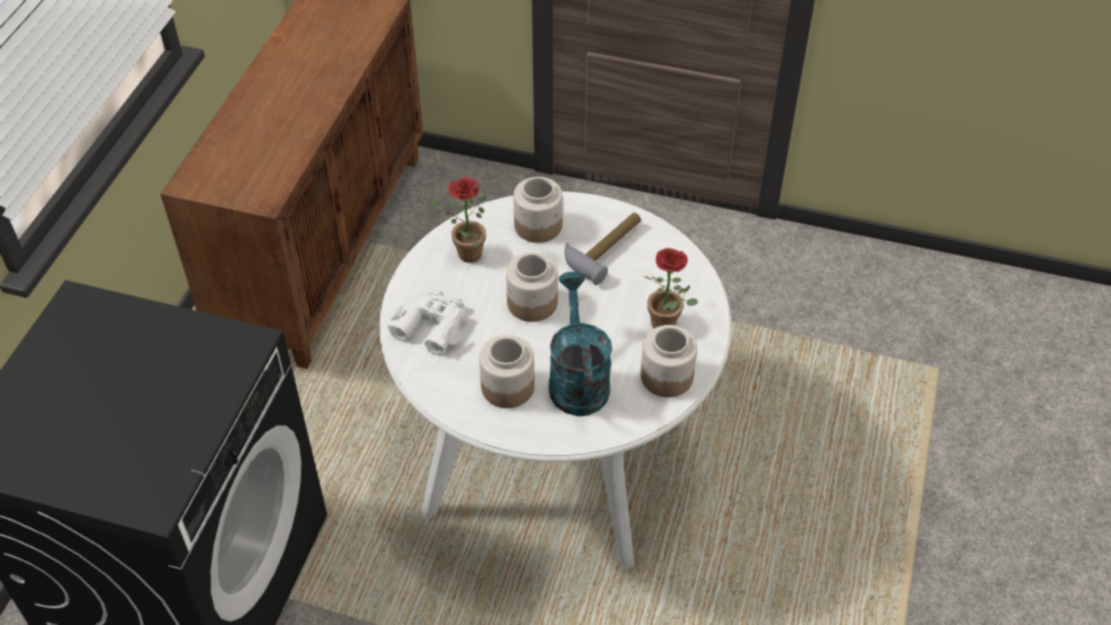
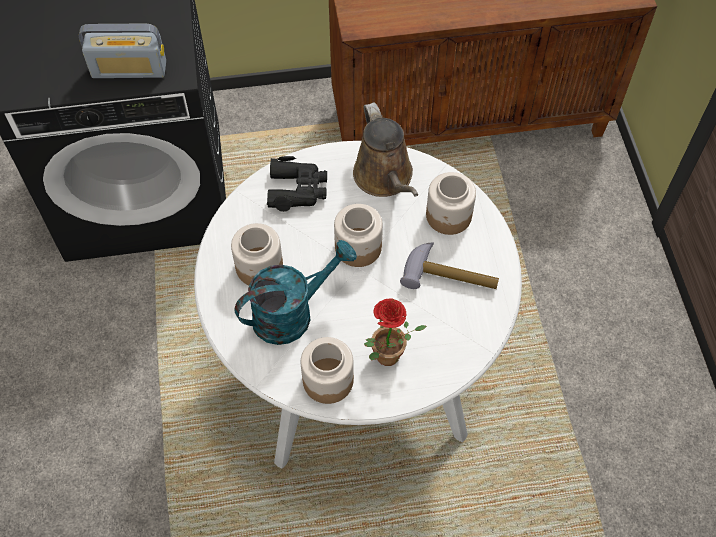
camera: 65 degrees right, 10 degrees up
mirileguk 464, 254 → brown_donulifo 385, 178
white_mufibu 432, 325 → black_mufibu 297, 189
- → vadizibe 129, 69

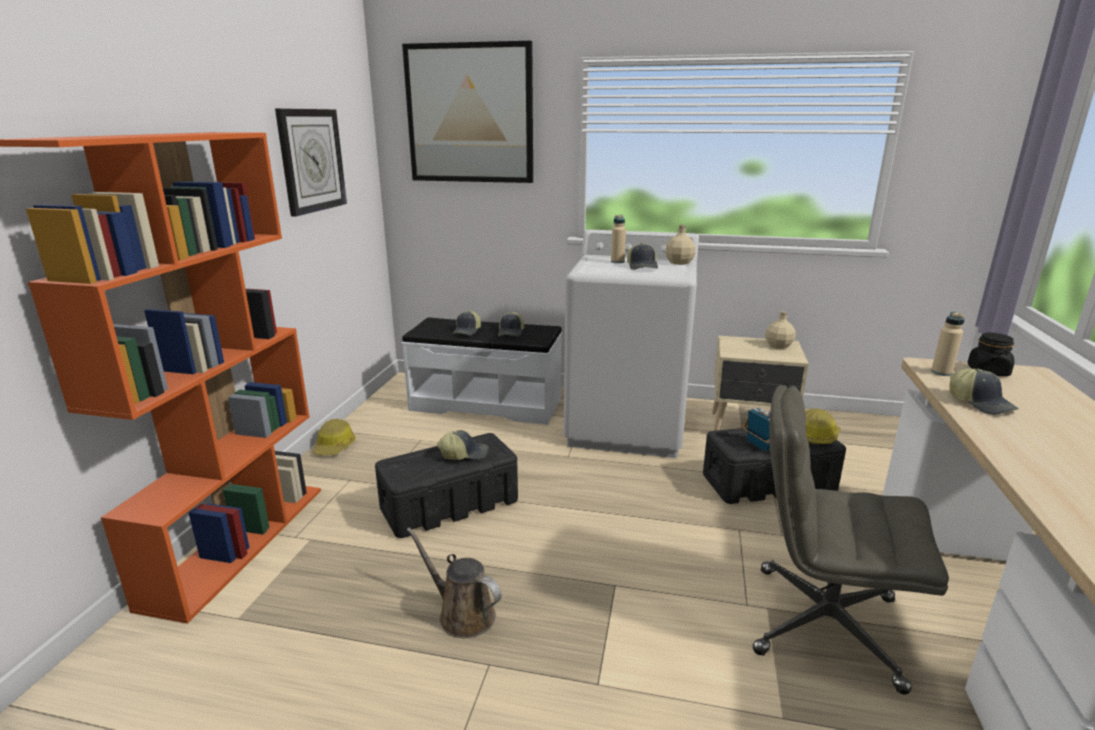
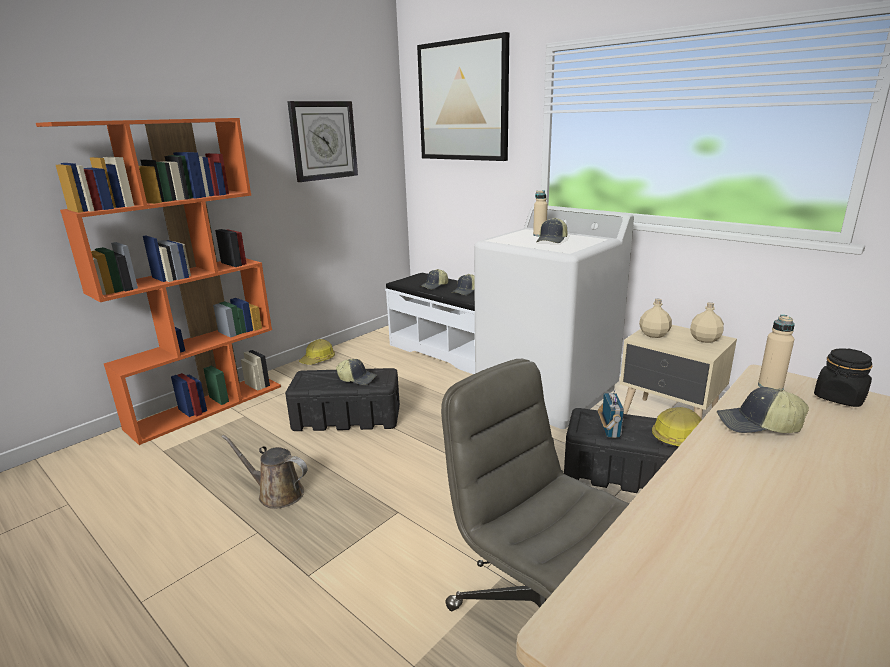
camera: 30 degrees right, 0 degrees up
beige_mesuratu 679, 262 → beige_mesuratu 654, 334, relocated
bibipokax 981, 403 → bibipokax 758, 425, 90 degrees clockwise
brown_donulifo 462, 614 → brown_donulifo 277, 493, 45 degrees counterclockwise

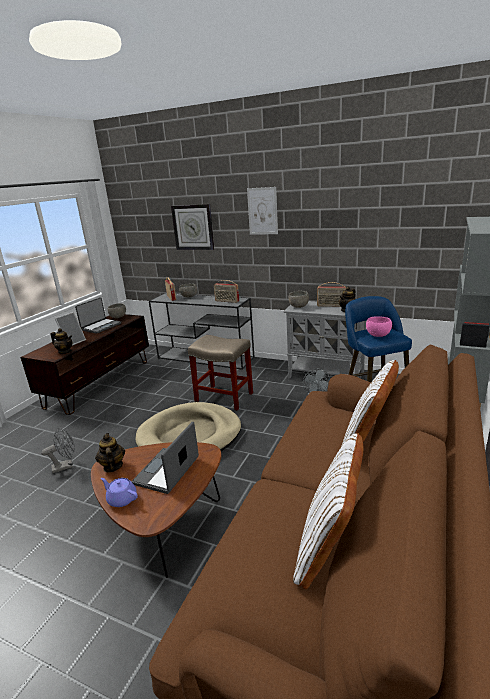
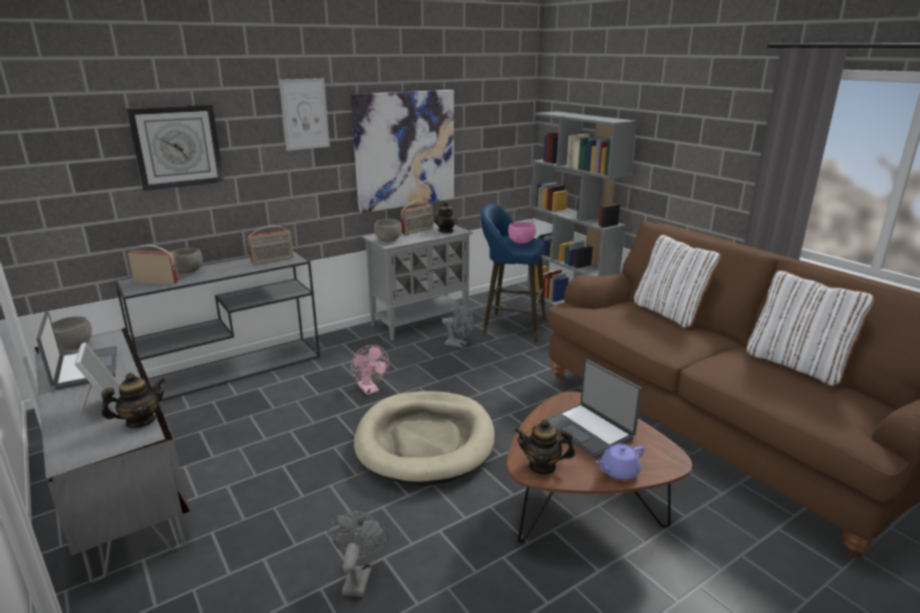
camera: 60 degrees left, 0 degrees up
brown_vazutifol 100, 383 → grey_vazutifol 121, 485
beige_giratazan 225, 397 → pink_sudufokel 370, 390
- → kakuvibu 405, 150

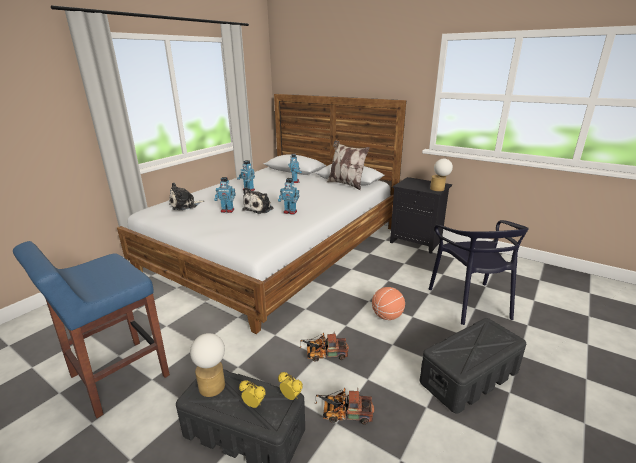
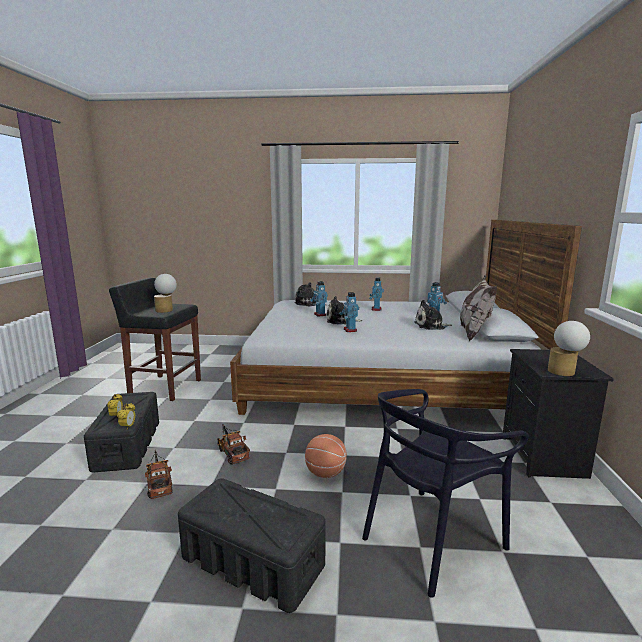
camera: 60 degrees right, 10 degrees down
blue_giratazan 118, 376 → black_giratazan 164, 388
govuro 213, 383 → govuro 167, 310, relocated
- → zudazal 431, 326

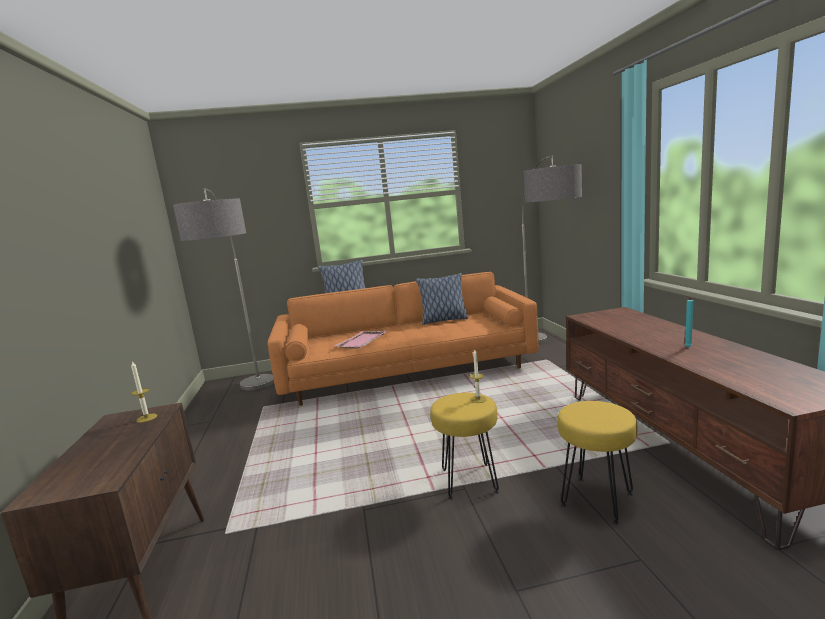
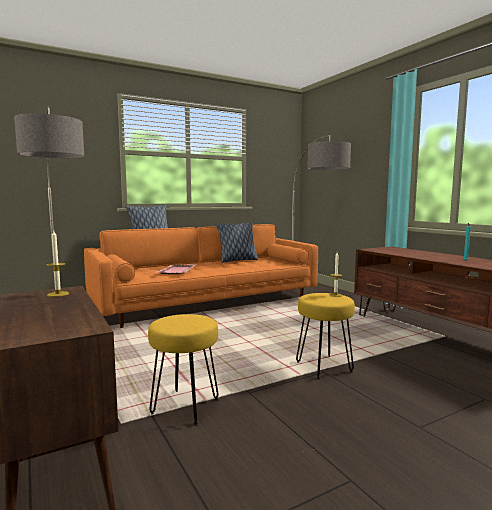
camera: 20 degrees left, 5 degrees down
yellow_giratazan 596, 499 → yellow_giratazan 185, 406, relocated

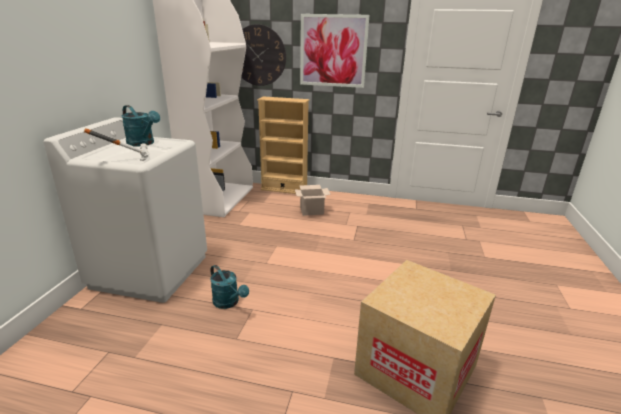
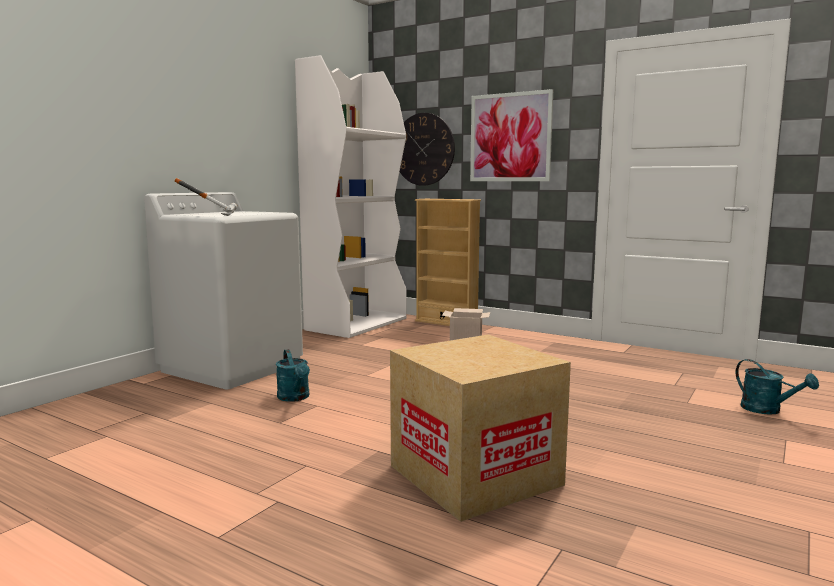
camera: 20 degrees right, 15 degrees down
turquoise_donulifo 143, 143 → turquoise_donulifo 767, 410, relocated

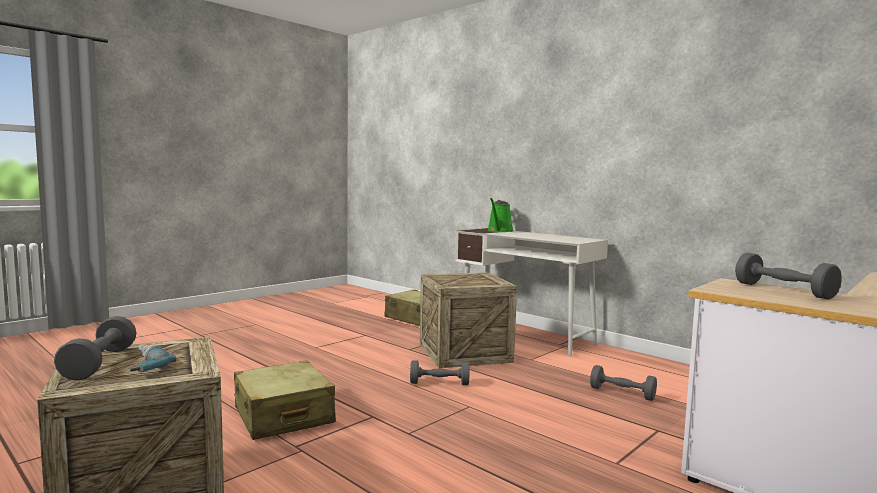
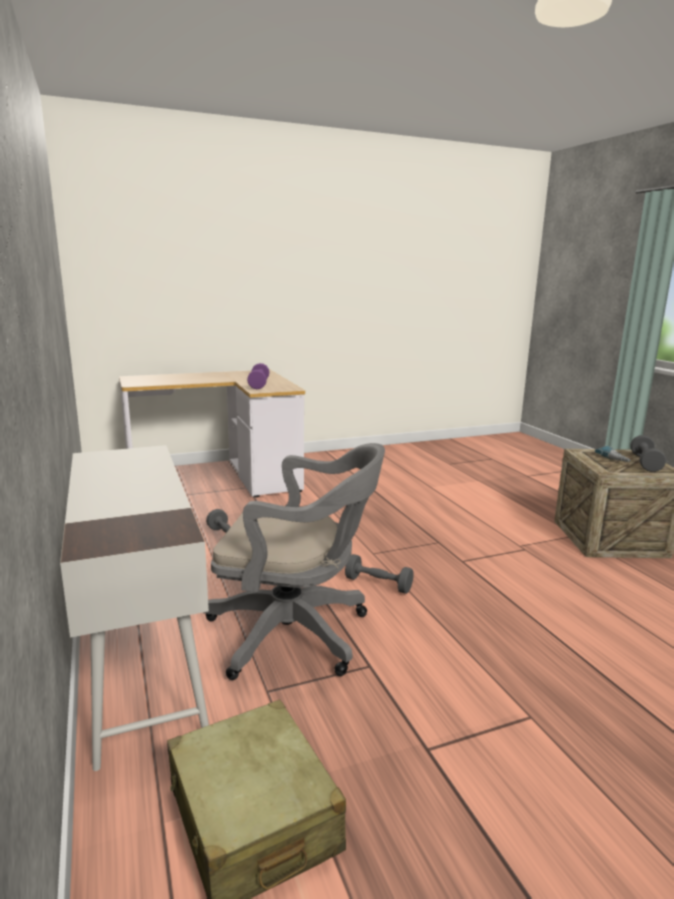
camera: 155 degrees left, 10 degrees up
green_donulifo 499, 231 → -
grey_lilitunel 783, 291 → purple_lilitunel 259, 384
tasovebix 464, 353 → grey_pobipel 296, 634
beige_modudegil 283, 416 → -

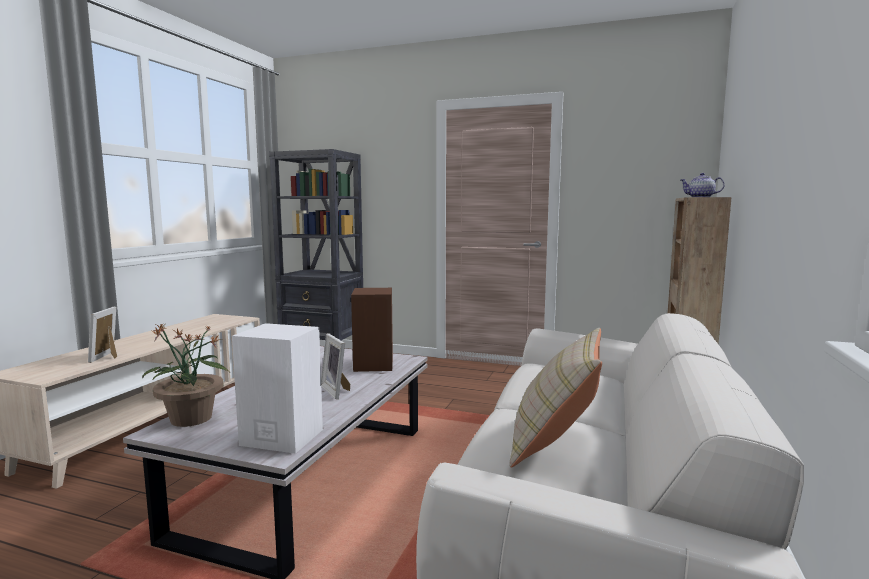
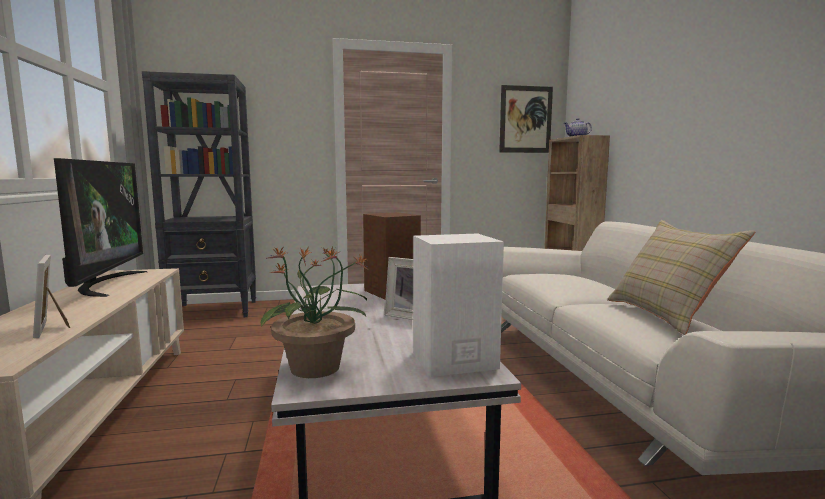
camera: 30 degrees left, 0 degrees up
- → kakuvibu 525, 119
- → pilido 105, 284

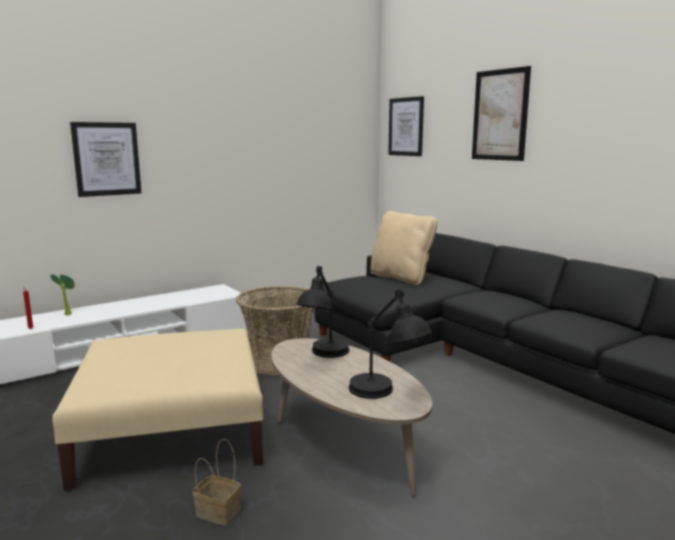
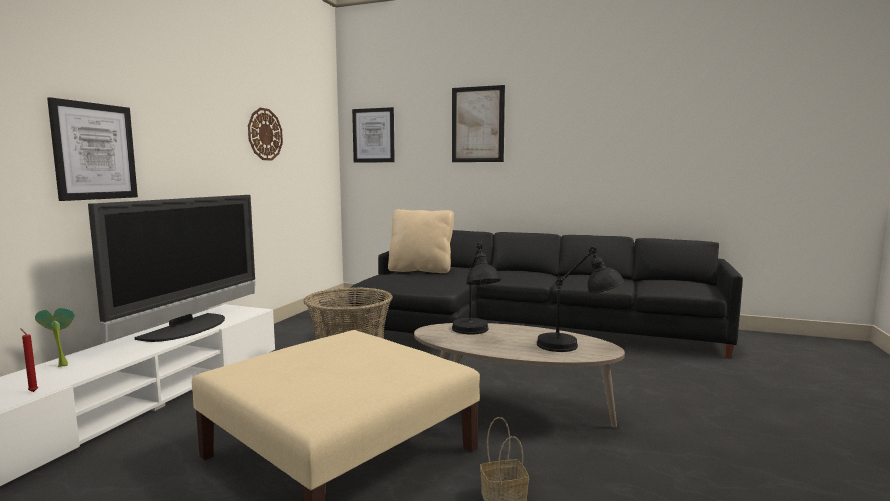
camera: 35 degrees left, 5 degrees down
- → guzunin 265, 134
- → pilido 188, 328

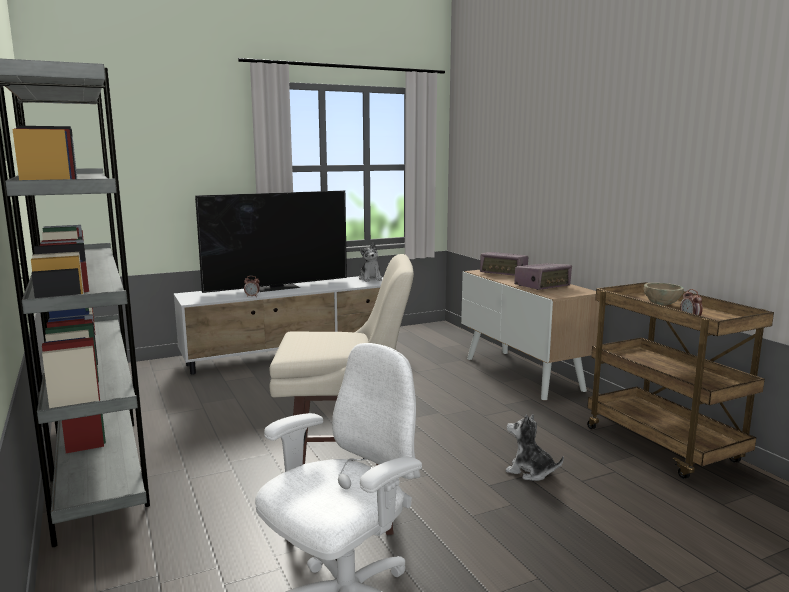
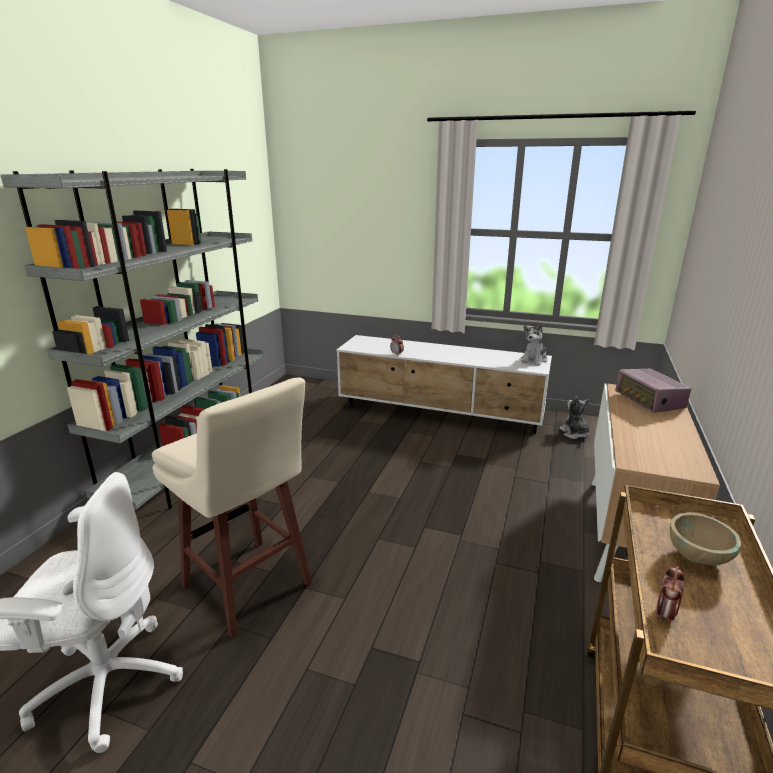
camera: 45 degrees right, 10 degrees up
pilido 277, 287 → -
vadizibe 542, 286 → -
zudazal 530, 471 → zudazal 574, 433, relocated

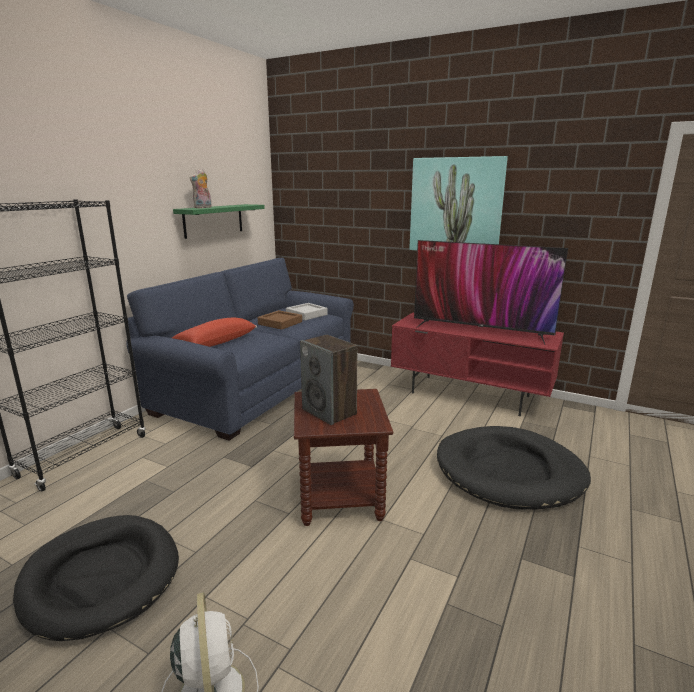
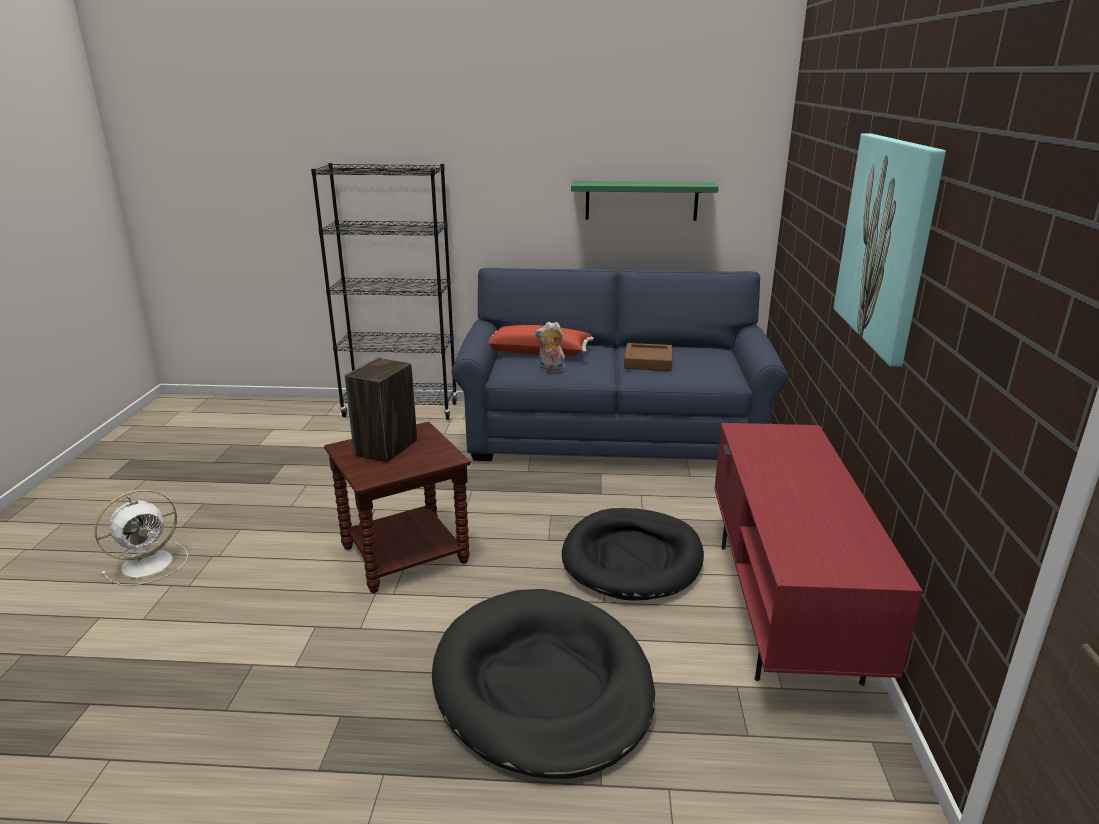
camera: 65 degrees right, 5 degrees up
zudazal 203, 207 → zudazal 550, 370, relocated
pilido 480, 330 → -
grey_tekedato 306, 314 → -
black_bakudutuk 101, 577 → black_bakudutuk 632, 558, relocated

